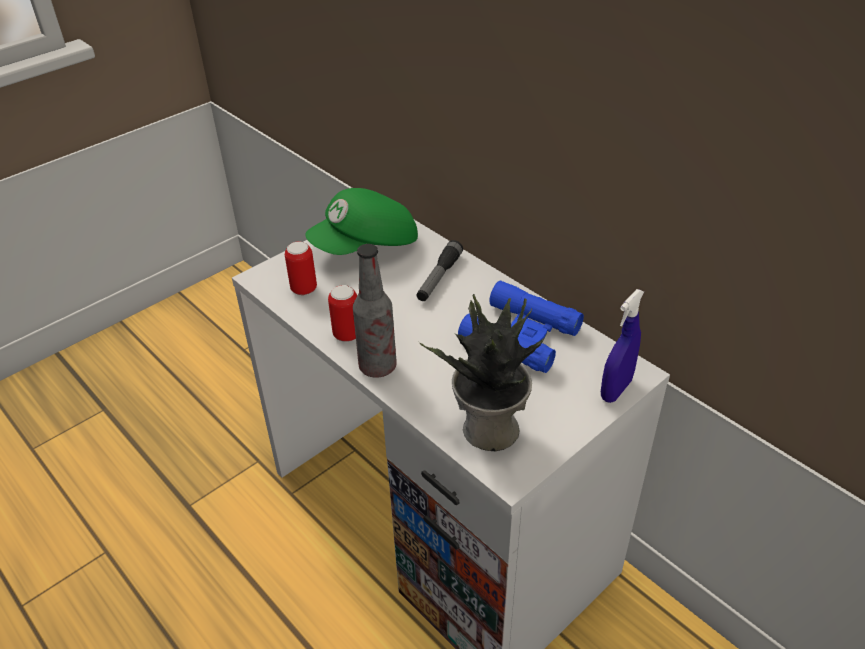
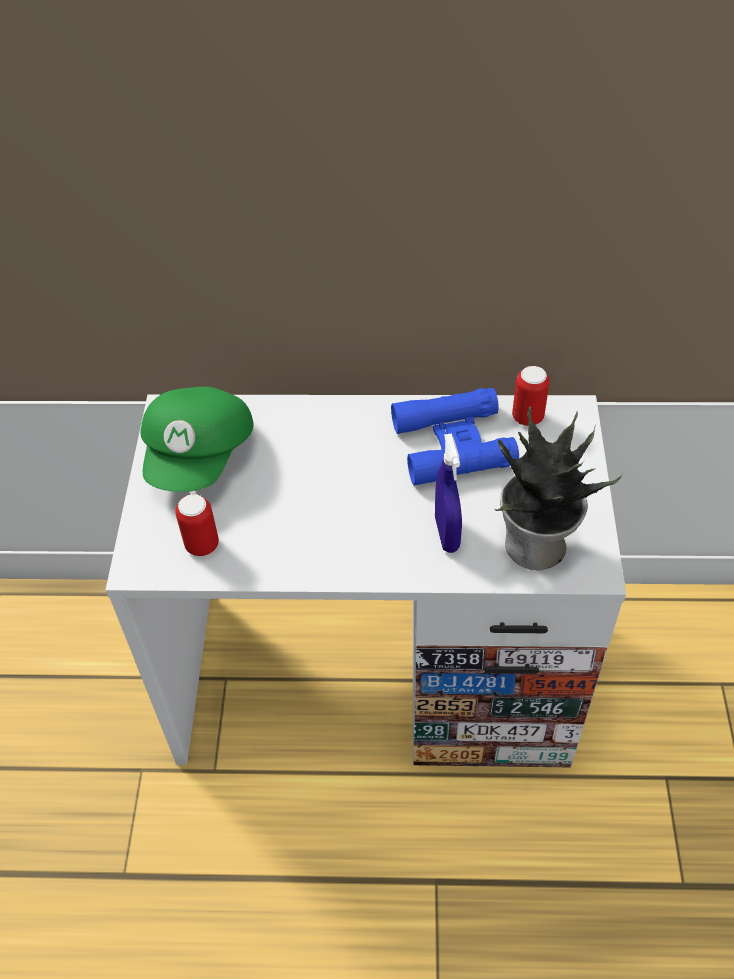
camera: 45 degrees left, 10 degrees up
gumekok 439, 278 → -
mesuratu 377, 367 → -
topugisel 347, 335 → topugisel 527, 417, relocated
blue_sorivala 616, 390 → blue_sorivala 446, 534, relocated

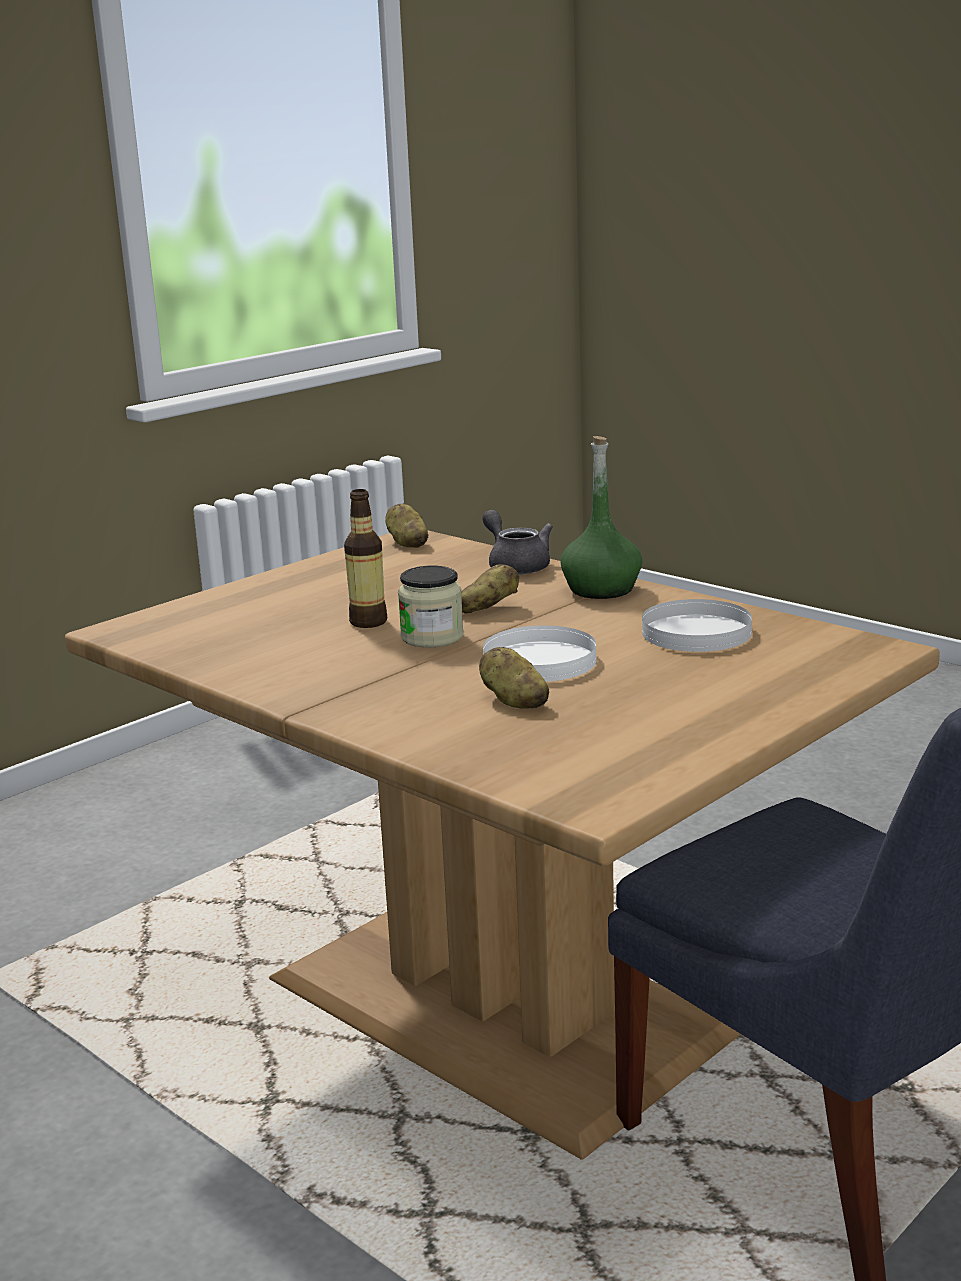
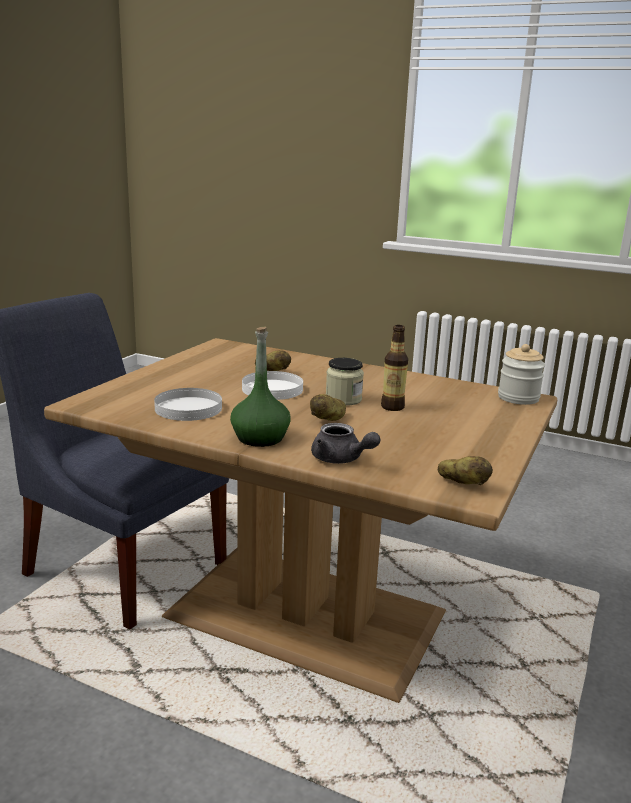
camera: 160 degrees right, 0 degrees up
- → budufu 518, 398

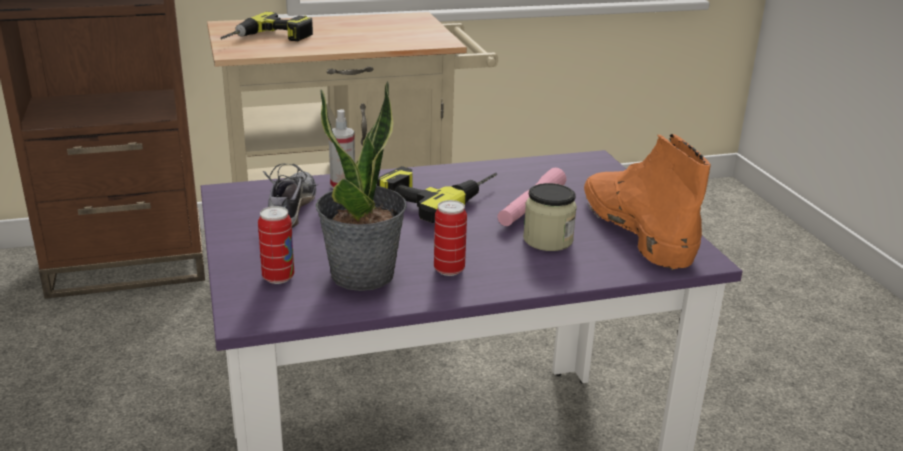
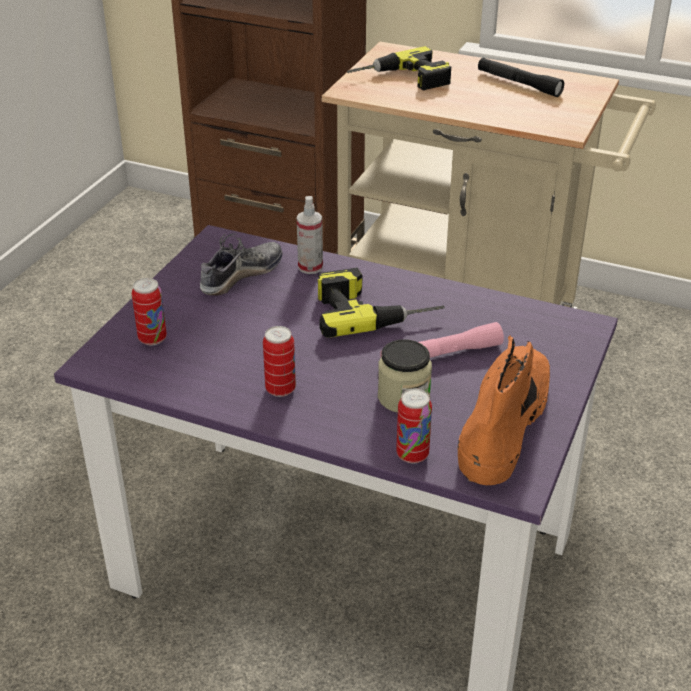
camera: 40 degrees right, 10 degrees up
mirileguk 363, 275 → -
- → black_gumekok 518, 84
- → topugisel 412, 455

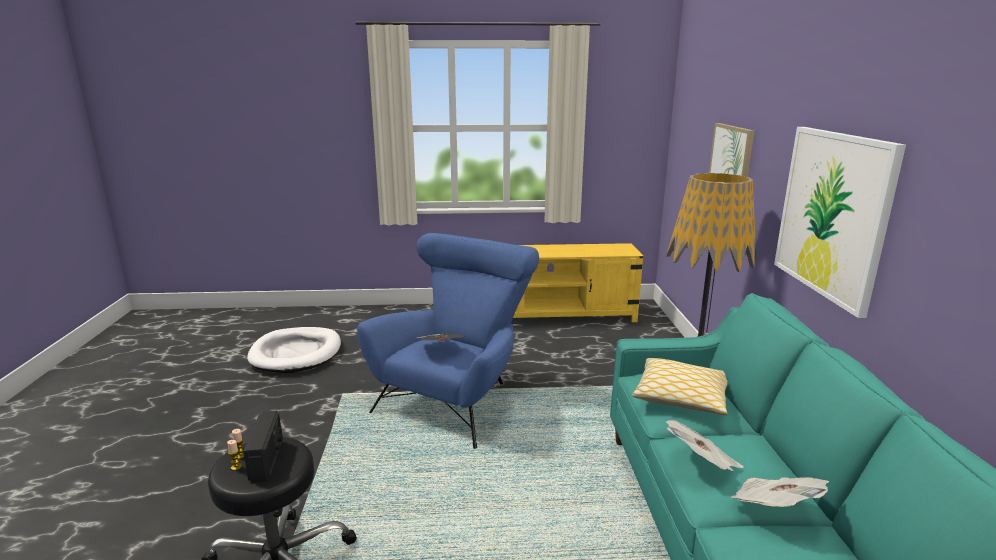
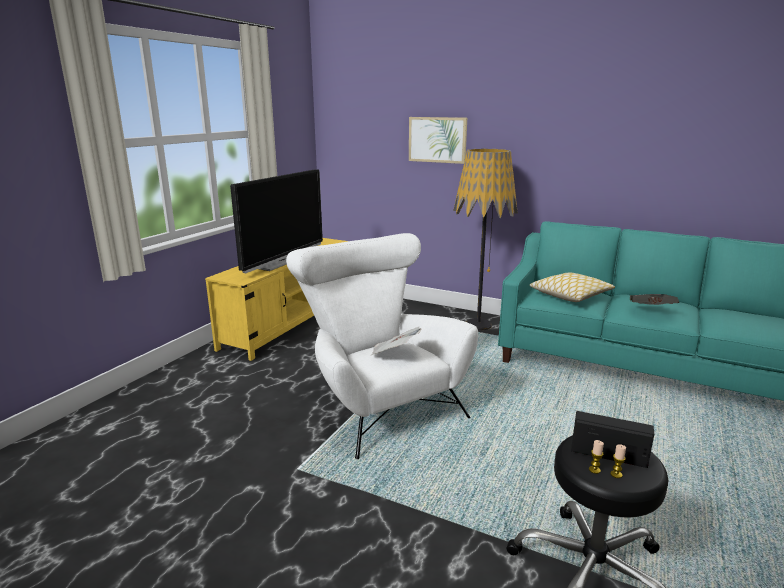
camera: 60 degrees left, 0 degrees up
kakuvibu 832, 214 → -
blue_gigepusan 456, 397 → white_gigepusan 378, 404
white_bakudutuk 296, 353 → -
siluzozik 774, 507 → -
- → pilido 282, 261

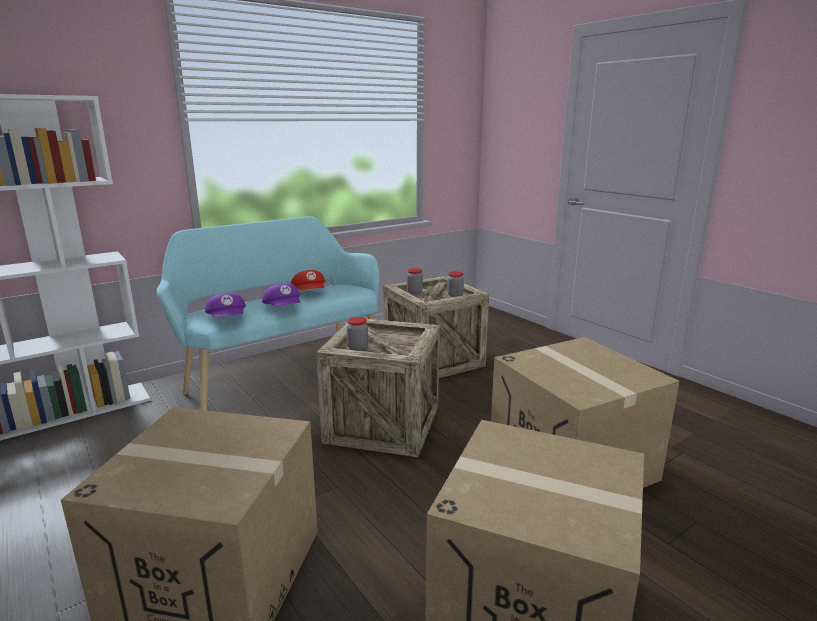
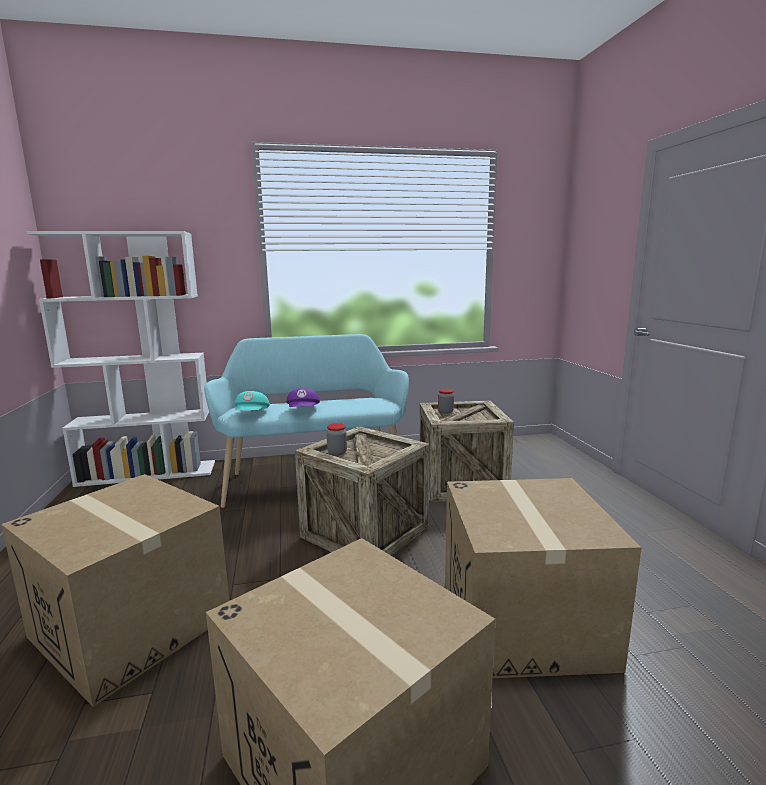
camera: 25 degrees right, 5 degrees down
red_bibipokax 310, 293 → -
budufu 455, 295 → -
purple_bibipokax 228, 319 → turquoise_bibipokax 252, 414

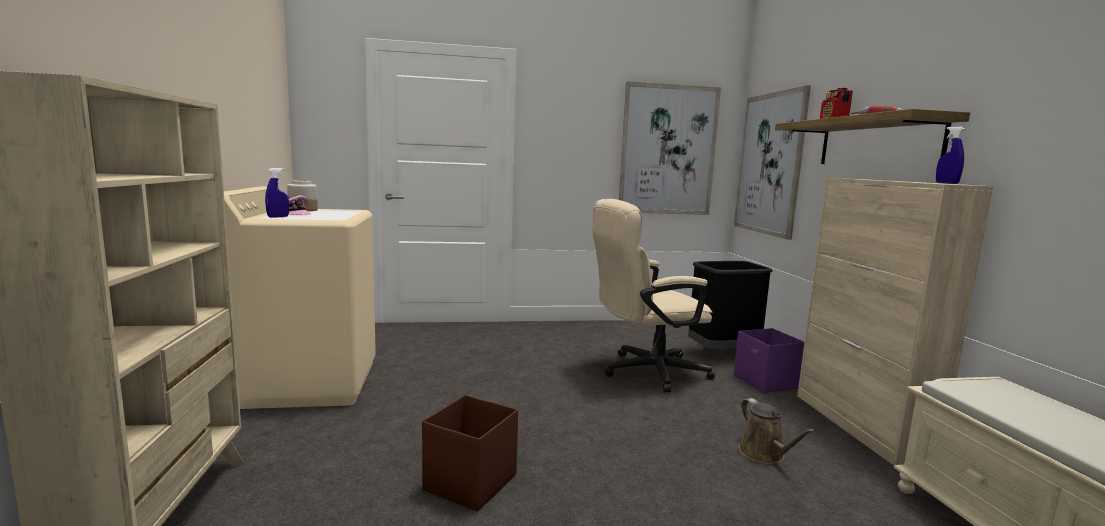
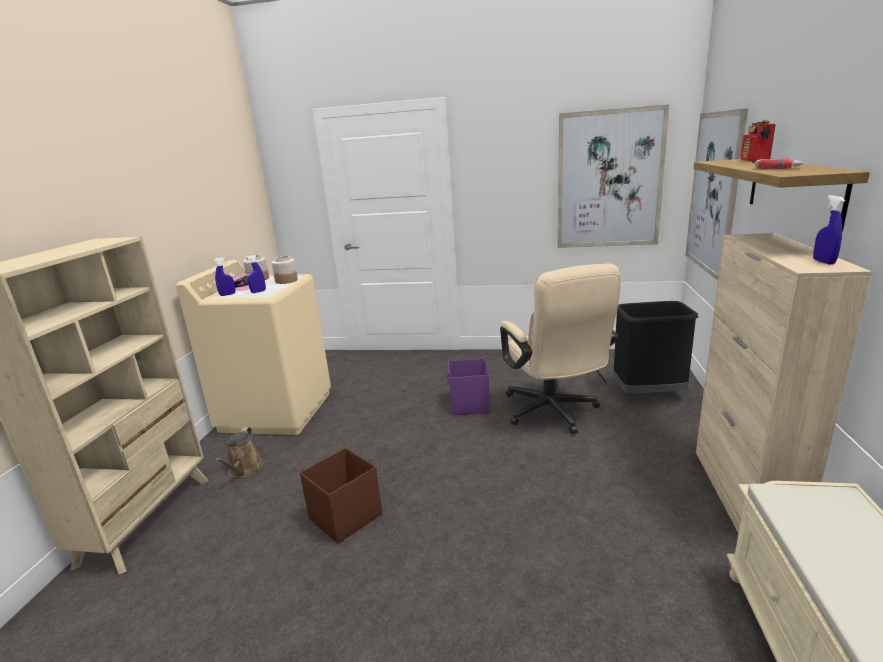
camera: 20 degrees right, 10 degrees up
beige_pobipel 645, 372 → beige_pobipel 554, 413, 105 degrees counterclockwise
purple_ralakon 765, 382 → purple_ralakon 469, 405, relocated
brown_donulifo 764, 455 → brown_donulifo 244, 470, relocated
- → blue_sorivala 258, 292
- → budufu 286, 280

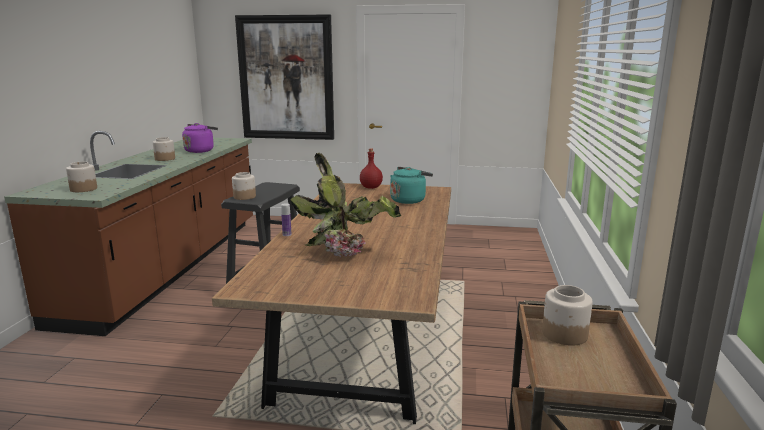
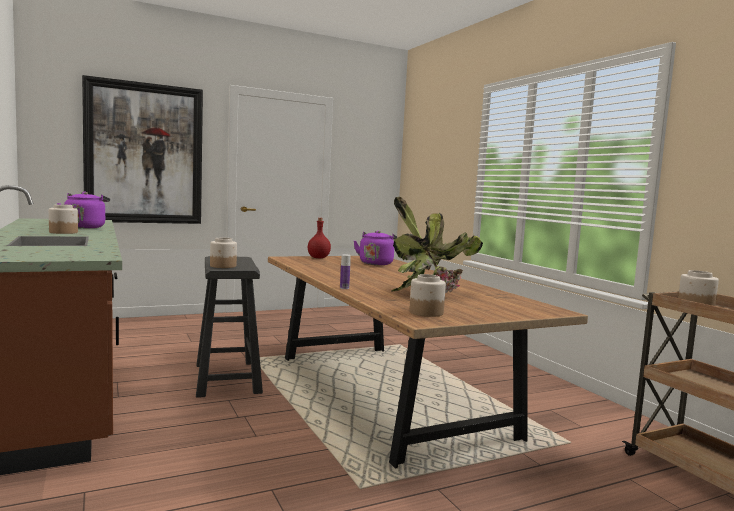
camera: 35 degrees left, 10 degrees down
budufu 83, 189 → budufu 425, 312, relocated
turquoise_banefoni 409, 200 → purple_banefoni 376, 263

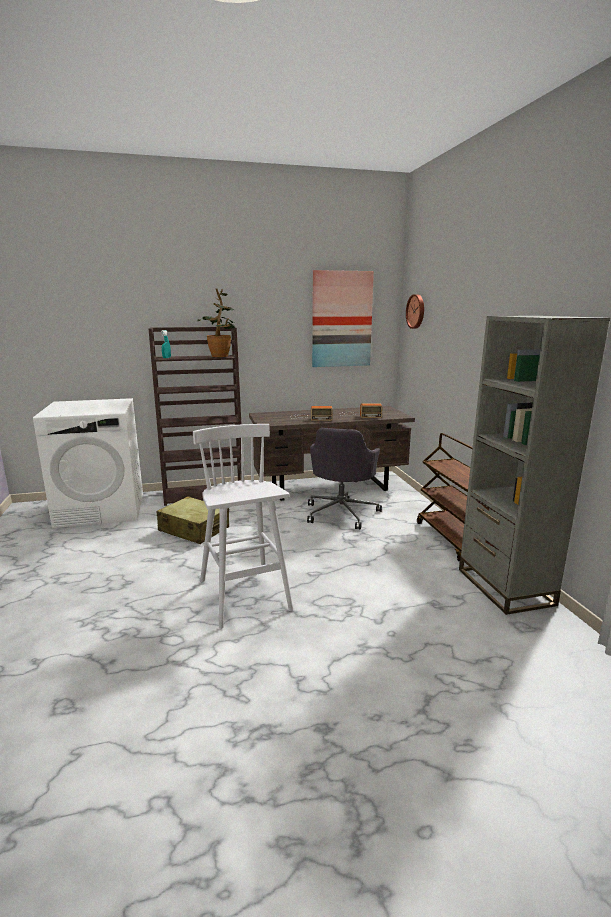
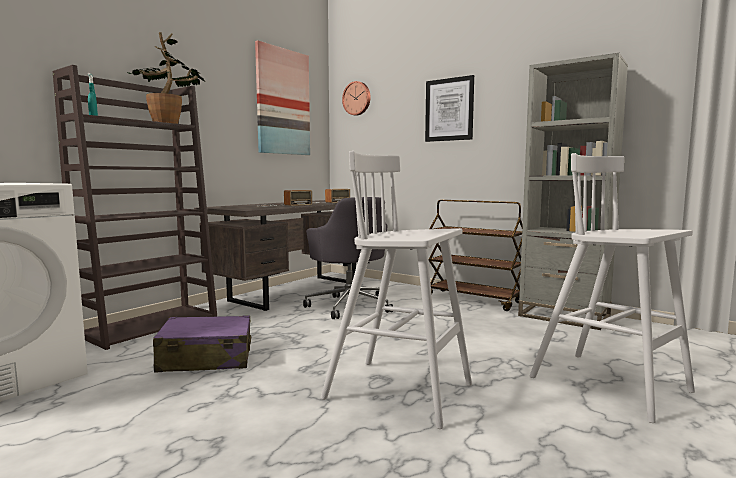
camera: 40 degrees left, 10 degrees down
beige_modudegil 194, 529 → purple_modudegil 206, 359
- → kakuvibu 449, 109
- → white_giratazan 612, 385

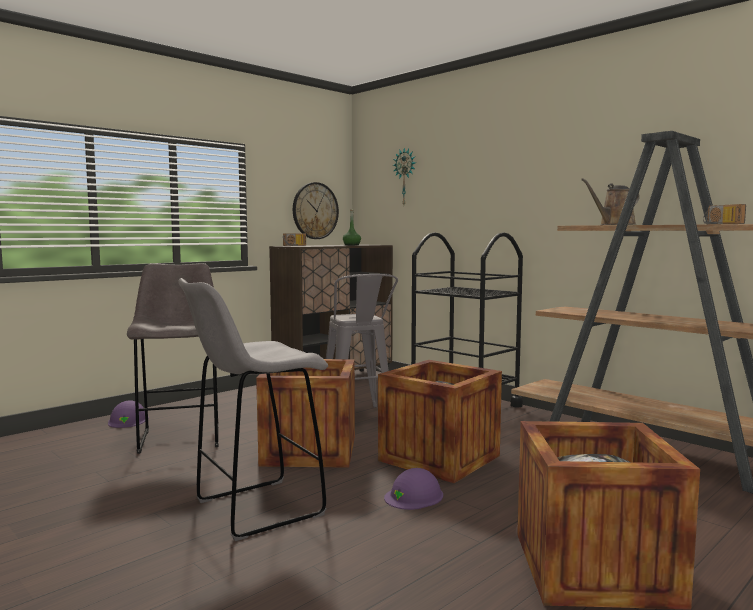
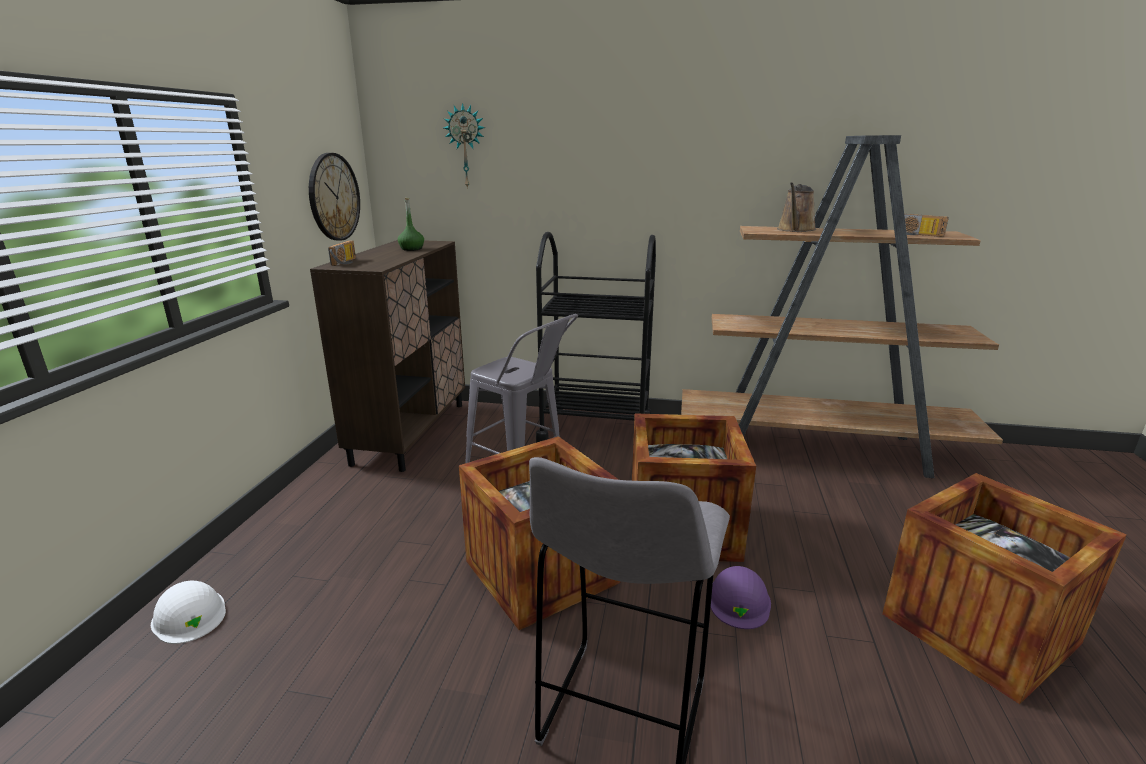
camera: 35 degrees left, 15 degrees up
grey_giratazan 181, 437 → -
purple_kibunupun 128, 420 → white_kibunupun 189, 615

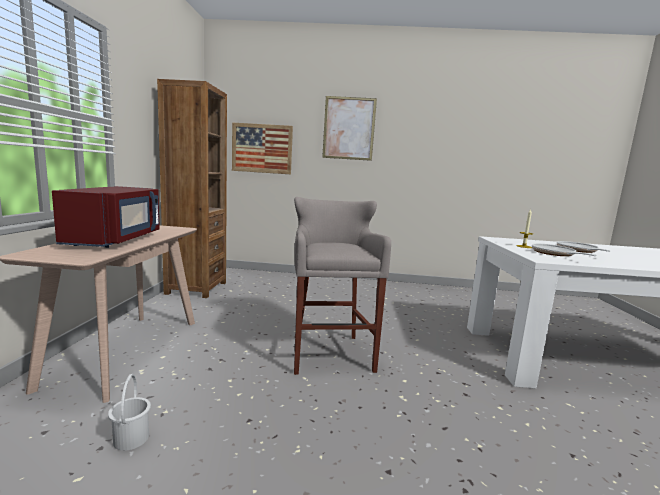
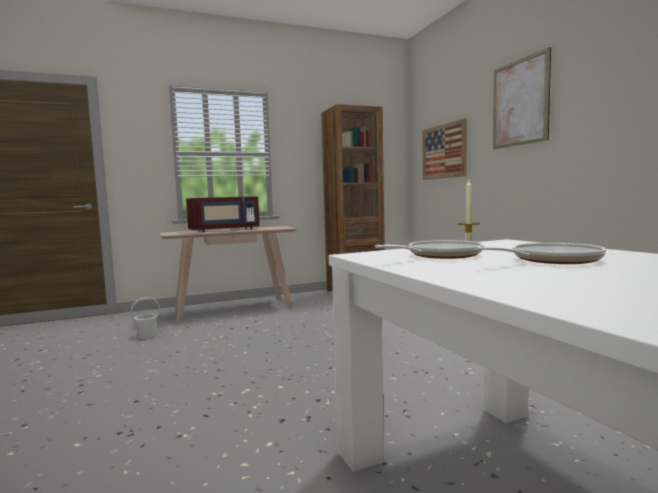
camera: 65 degrees right, 5 degrees down
grey_giratazan 330, 352 → -

